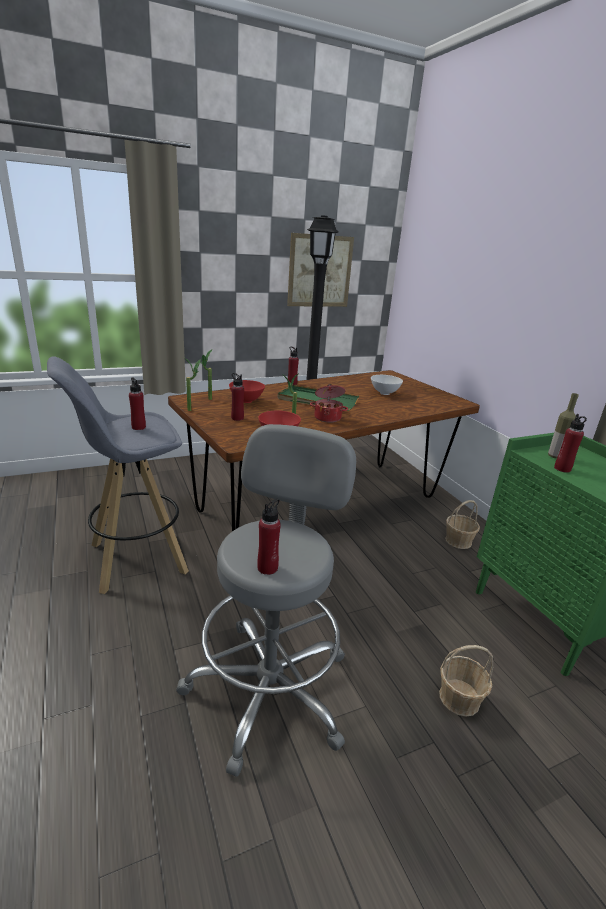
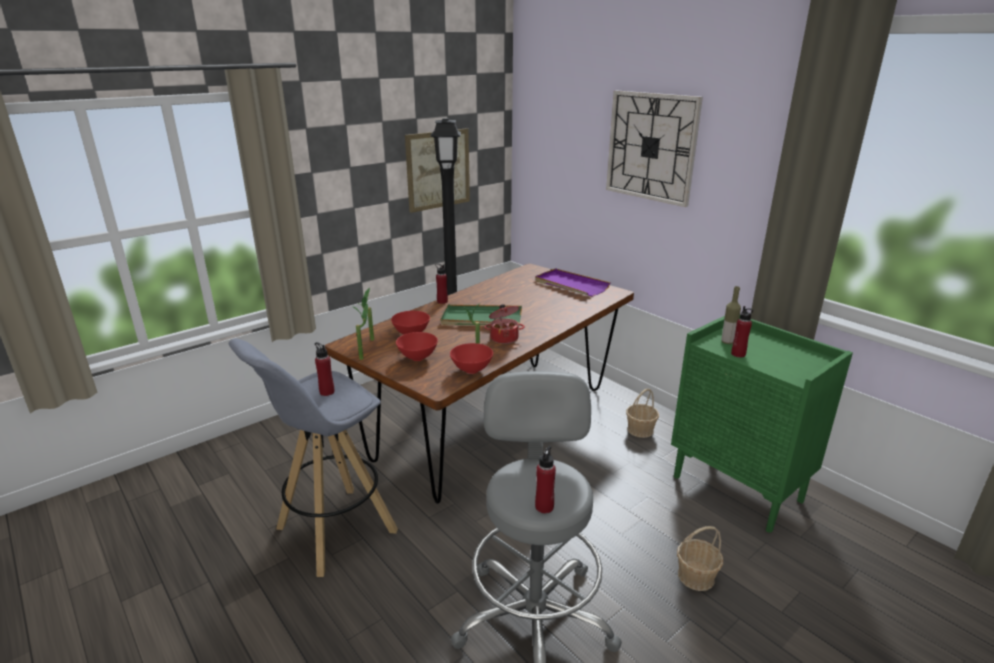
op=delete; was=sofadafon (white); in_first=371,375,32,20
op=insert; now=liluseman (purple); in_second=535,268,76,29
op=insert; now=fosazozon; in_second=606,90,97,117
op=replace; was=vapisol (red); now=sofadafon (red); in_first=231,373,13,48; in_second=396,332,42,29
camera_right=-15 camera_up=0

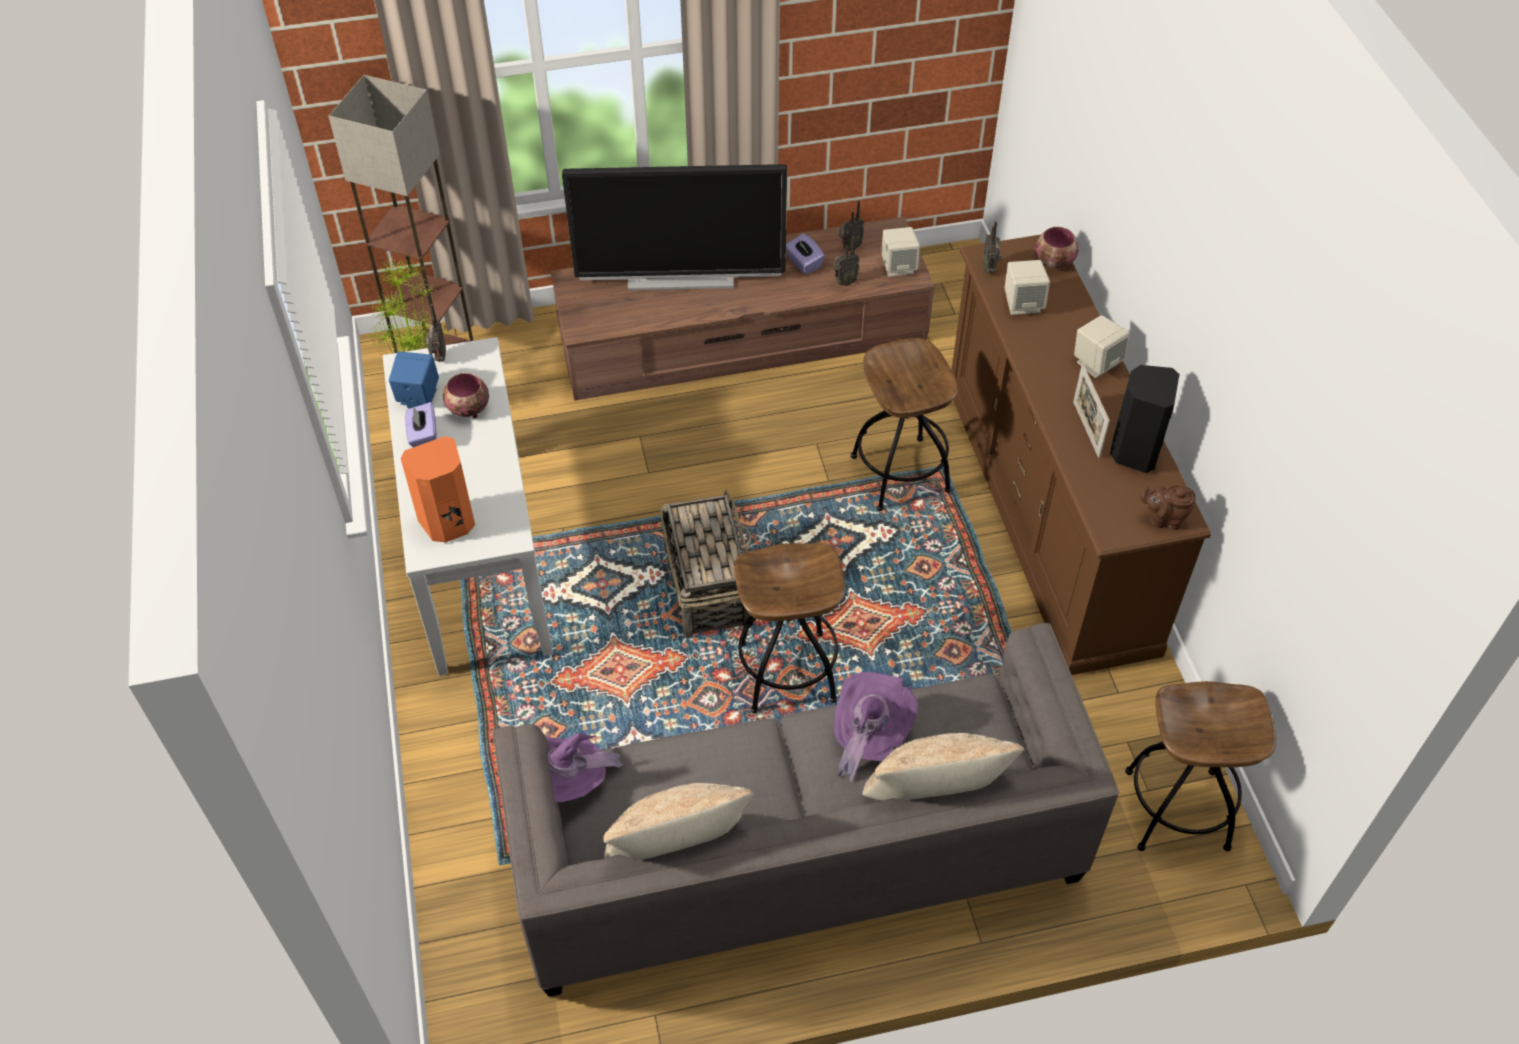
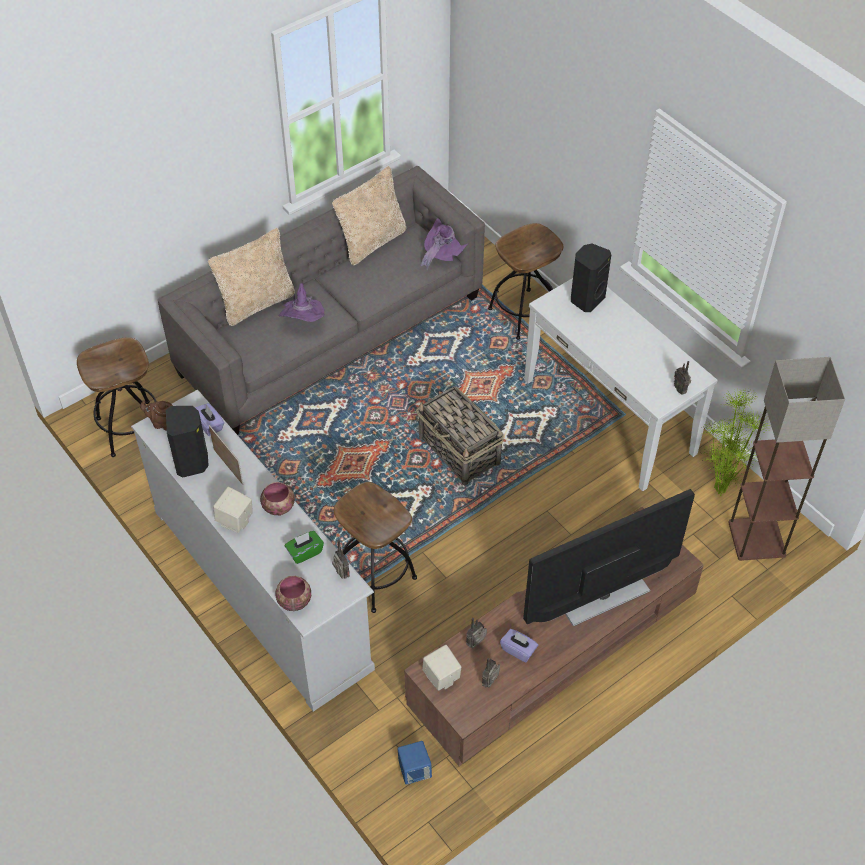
op=move; was=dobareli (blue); in_first=389,351,50,58; in_second=398,741,34,44
op=move; was=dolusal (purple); in_first=405,402,32,46; in_second=195,403,29,33
op=move; was=sofadafon; in_first=443,373,46,45; in_second=260,482,35,34
op=move; was=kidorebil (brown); in_first=734,543,111,170; in_second=488,223,76,117
op=replace; was=dobareli (beige); now=dolusal (green); in_first=1004,260,46,55; in_second=285,531,39,33
op=recolor; was=dobareli (orange); now=dobareli (black); in_first=401,436,74,106; in_second=571,244,40,68
op=recolor; was=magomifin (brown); now=magomifin (white); in_first=952,235,259,440; in_second=131,390,244,322
op=rotate; was=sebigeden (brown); in_first=1140,485,56,45; in_second=140,400,33,31; clockwise=-150
camera_right=155 camera_up=0

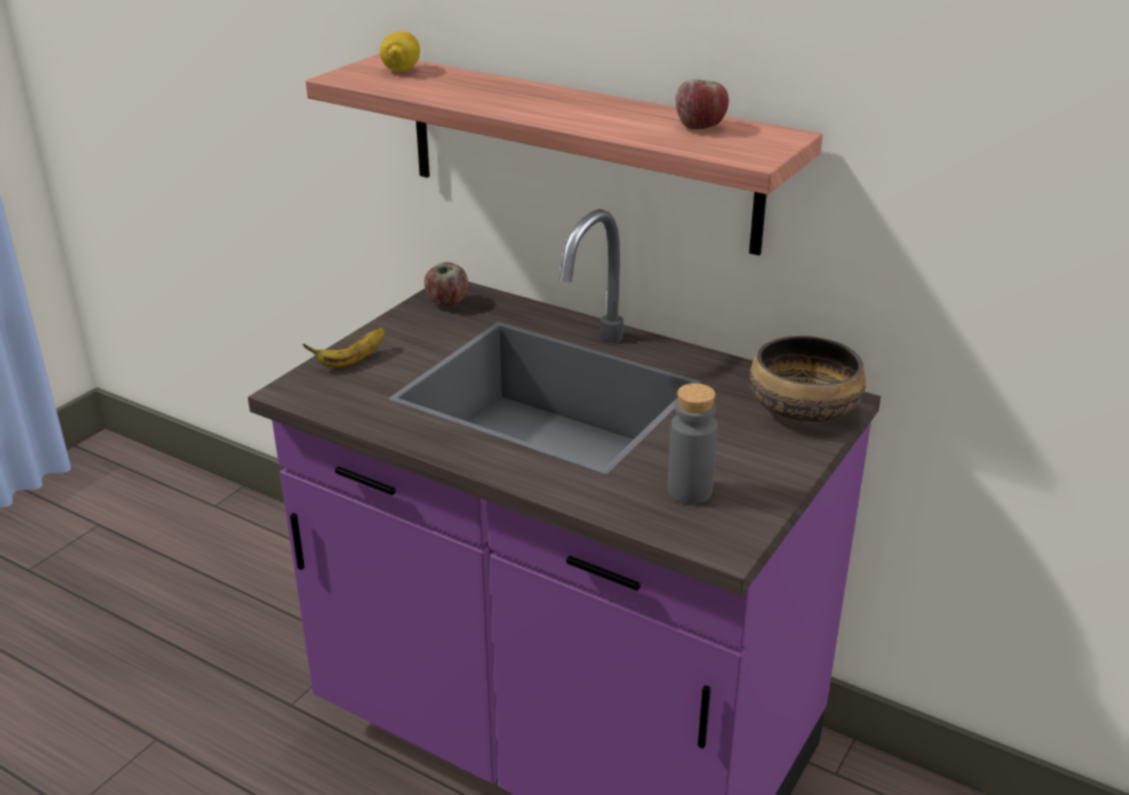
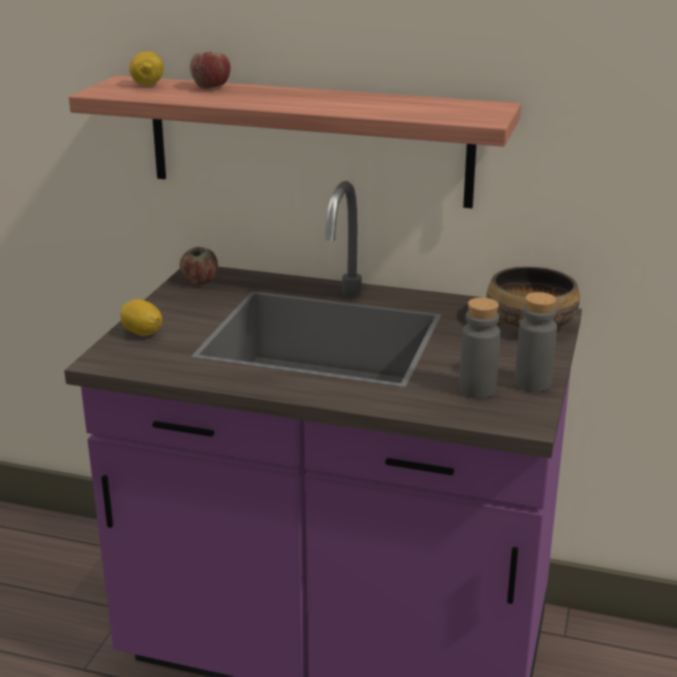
op=insert; now=vapisol (grey); in_second=515,292,42,100
op=move; was=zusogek; in_first=675,79,54,51; in_second=190,52,41,37
op=replace; was=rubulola; now=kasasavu; in_first=302,327,83,41; in_second=120,299,42,37
camera_right=-15 camera_up=-5

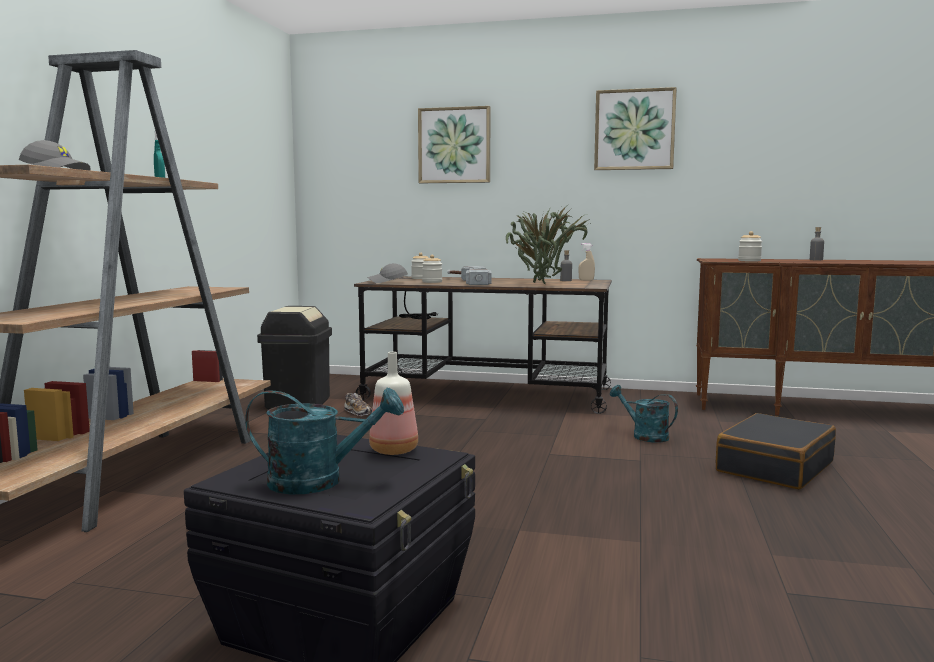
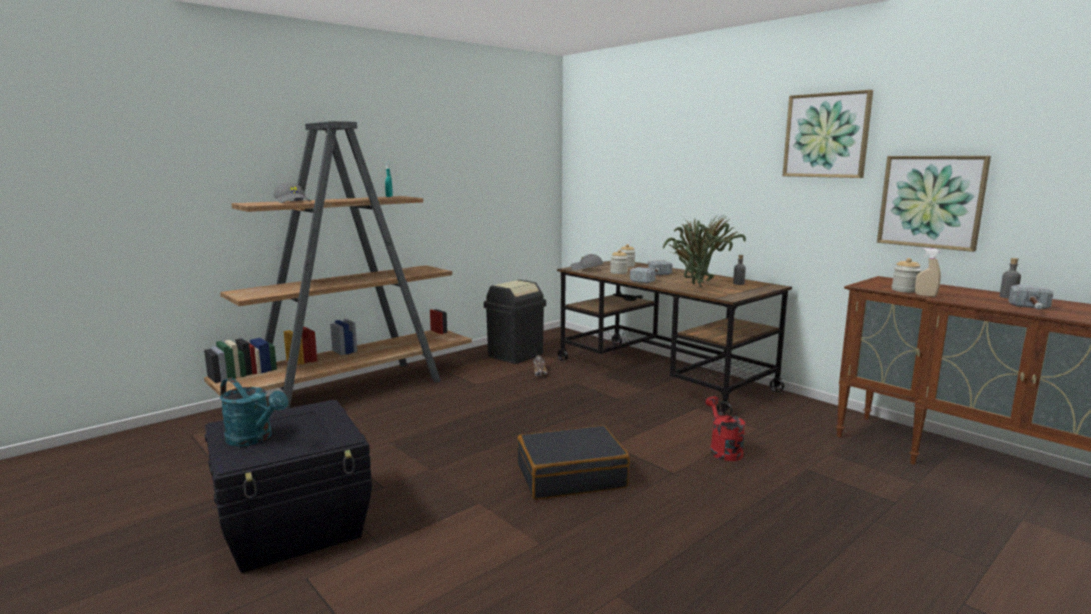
op=delete; was=vapisol; in_first=369,352,49,103
op=insert; now=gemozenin; in_second=1009,285,44,25
op=move; was=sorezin; in_first=418,106,73,77; in_second=877,156,114,96
op=move; was=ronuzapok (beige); in_first=578,243,17,37; in_second=915,248,26,49
op=move; was=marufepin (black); in_first=716,413,120,76; in_second=517,425,113,75
op=recolor; was=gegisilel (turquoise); now=gegisilel (red); in_first=610,385,68,58; in_second=705,396,40,65
camera_right=35 camera_up=5

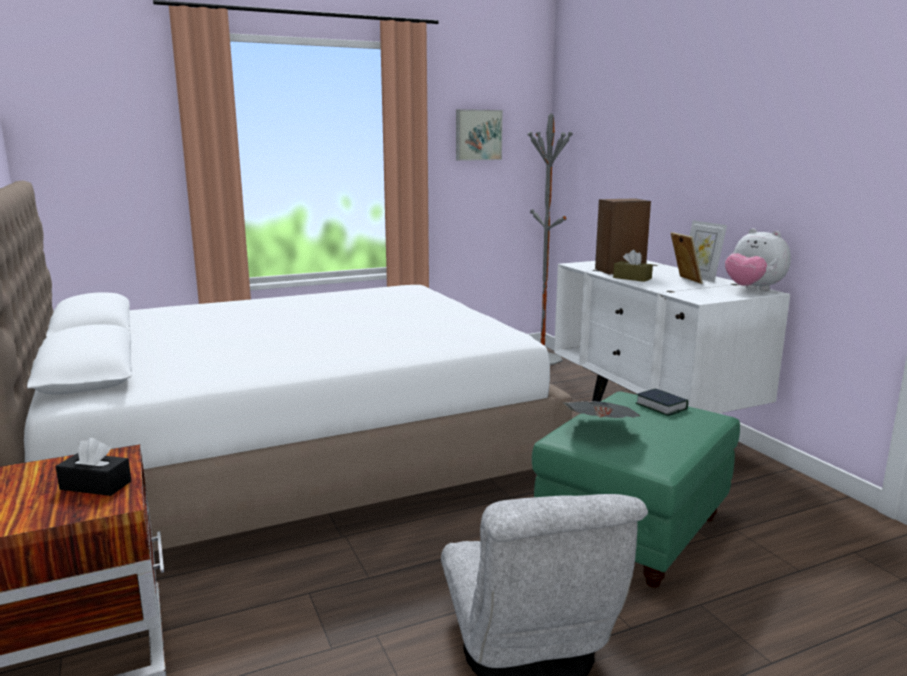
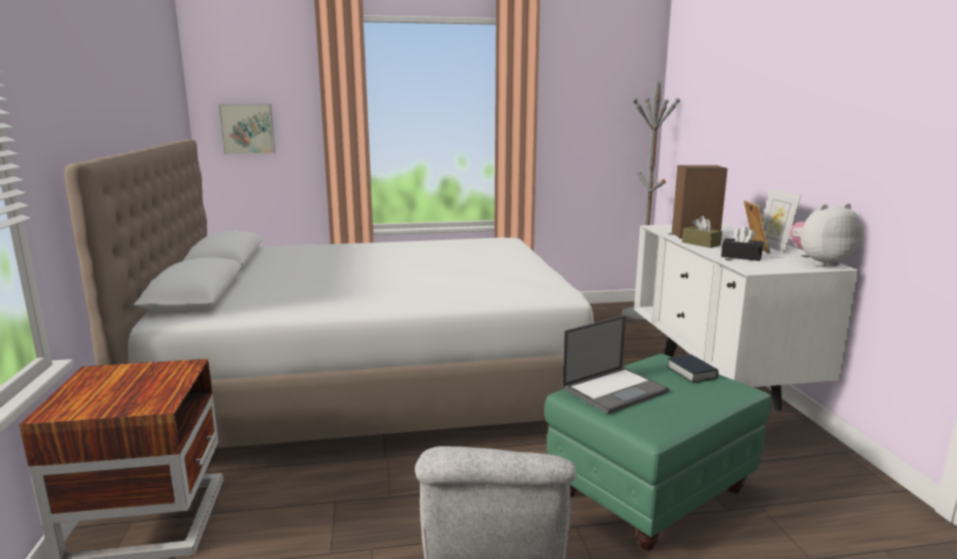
op=move; was=dolusal (black); in_first=56,438,75,58; in_second=721,226,42,35
op=move; was=sorezin; in_first=456,109,47,52; in_second=219,104,56,51
op=replace; was=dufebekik; now=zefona; in_first=564,401,76,17; in_second=562,315,107,99
op=rotate; was=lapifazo; in_first=725,228,66,63; in_second=790,203,73,64; clockwise=105
camera_right=15 camera_up=0

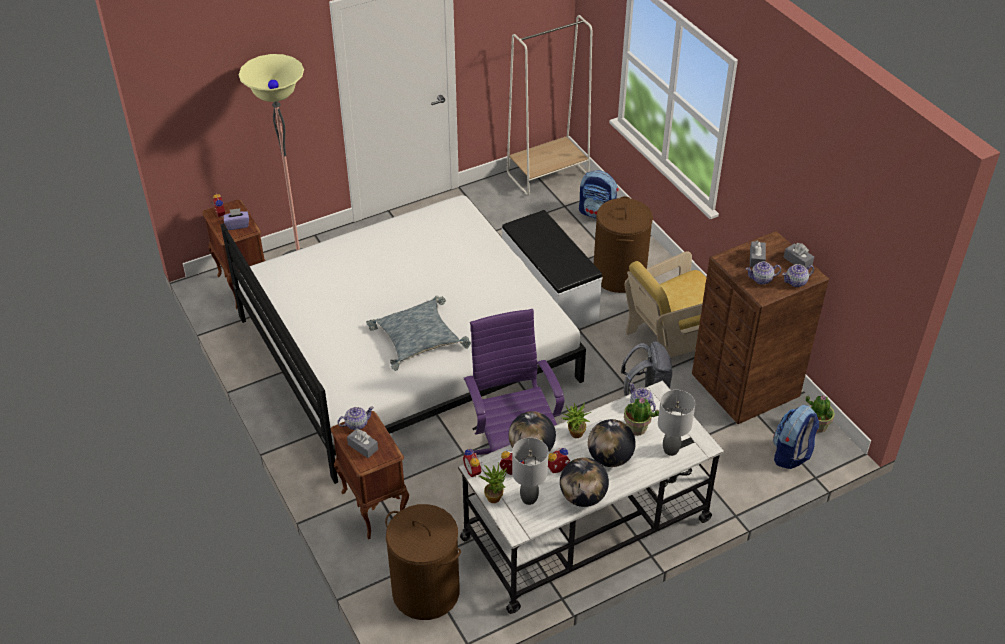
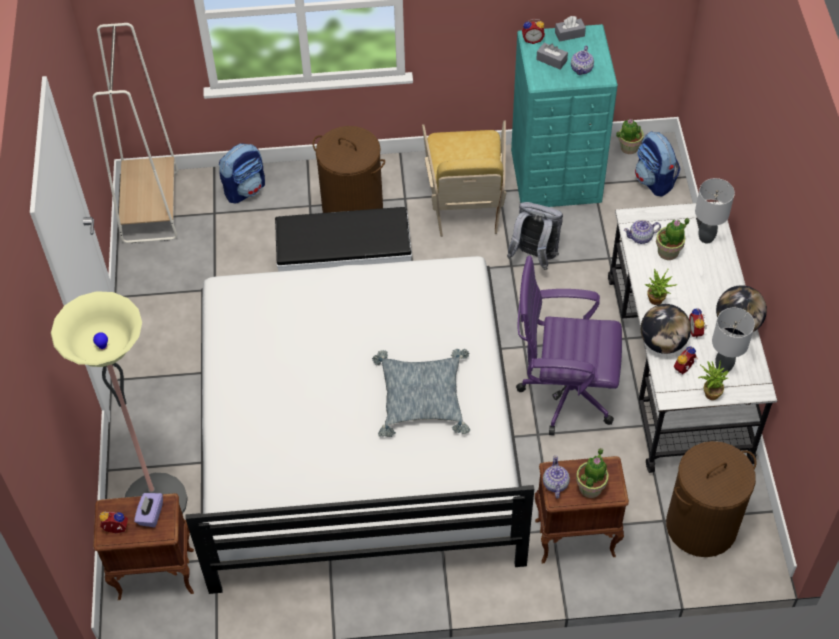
op=delete; was=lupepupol; in_first=588,419,48,48
op=delete; was=sebigeden; in_first=782,264,32,23
op=move; was=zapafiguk; in_first=463,449,20,29; in_second=522,19,23,25
op=replace; was=dolusal (grey); now=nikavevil; in_first=347,428,31,30; in_second=576,448,32,50
op=recolor; was=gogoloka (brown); now=gogoloka (turquoise); in_first=692,231,137,193; in_second=511,24,107,183
camera_right=-65 camera_up=10

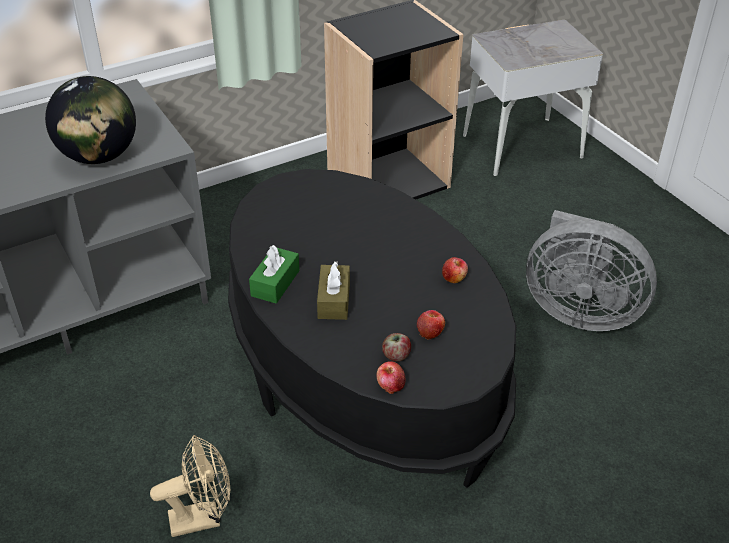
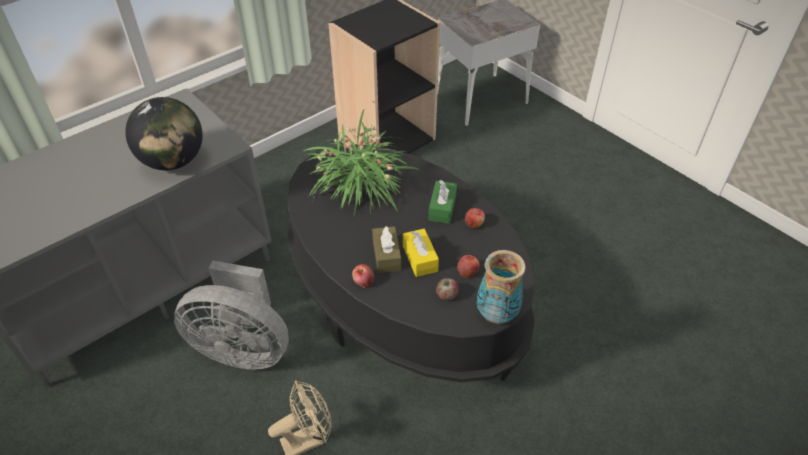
op=insert; now=nikavevil; in_second=304,108,117,108
op=insert; now=dolusal (yellow); in_second=403,229,36,48
op=insert; now=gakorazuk; in_second=477,250,49,74
op=move; was=dolusal (green); in_first=249,245,50,59; in_second=429,180,28,44
op=move; was=zusogek; in_first=377,361,28,33; in_second=352,264,22,24
op=move; was=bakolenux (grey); in_first=526,210,131,121; in_second=174,261,115,108
camera_right=-10 camera_up=5

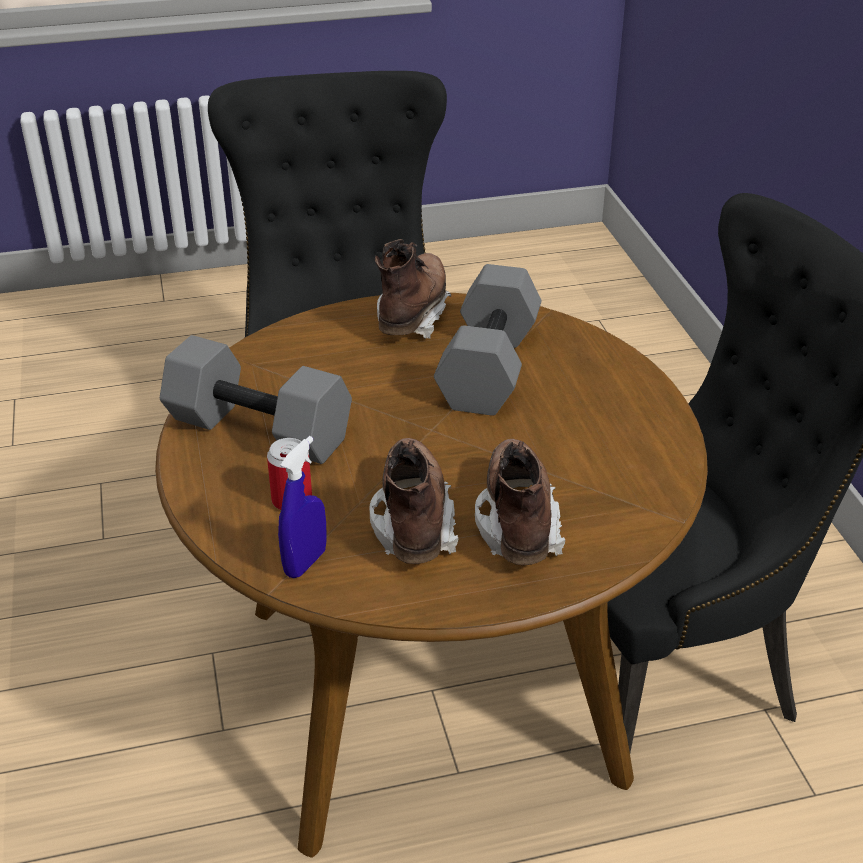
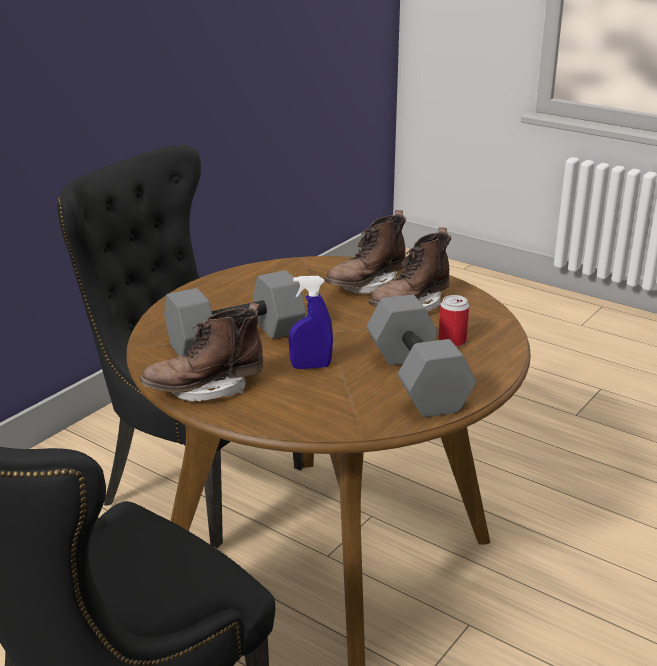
op=move; was=ronuzapok (blue); in_first=278,436,49,142; in_second=289,276,44,93
camera_right=-130 camera_up=-10

